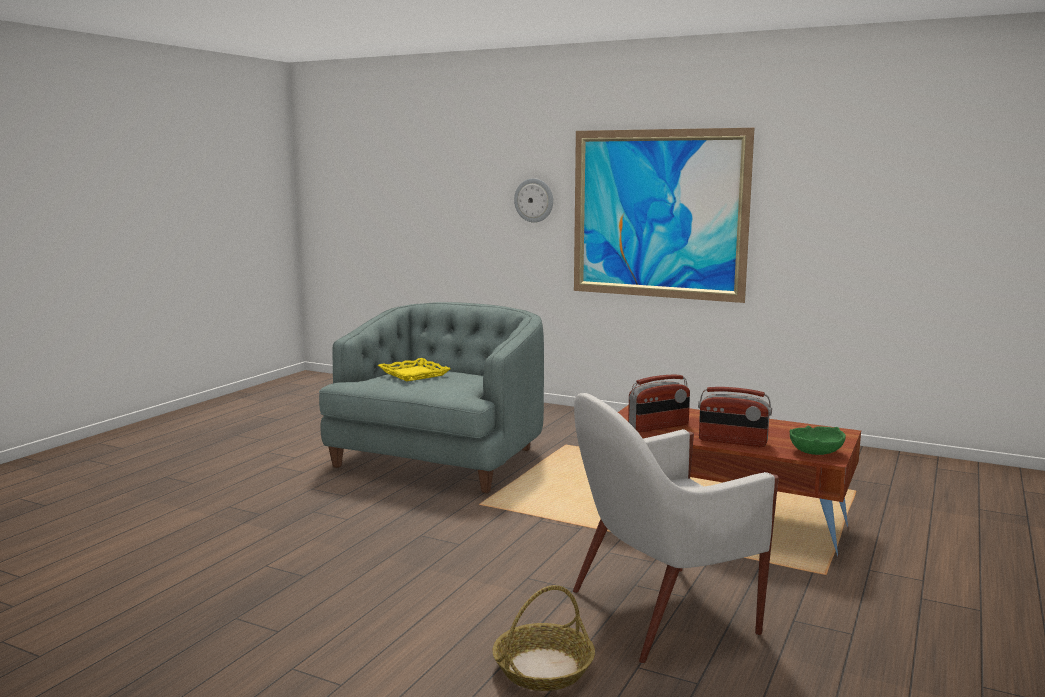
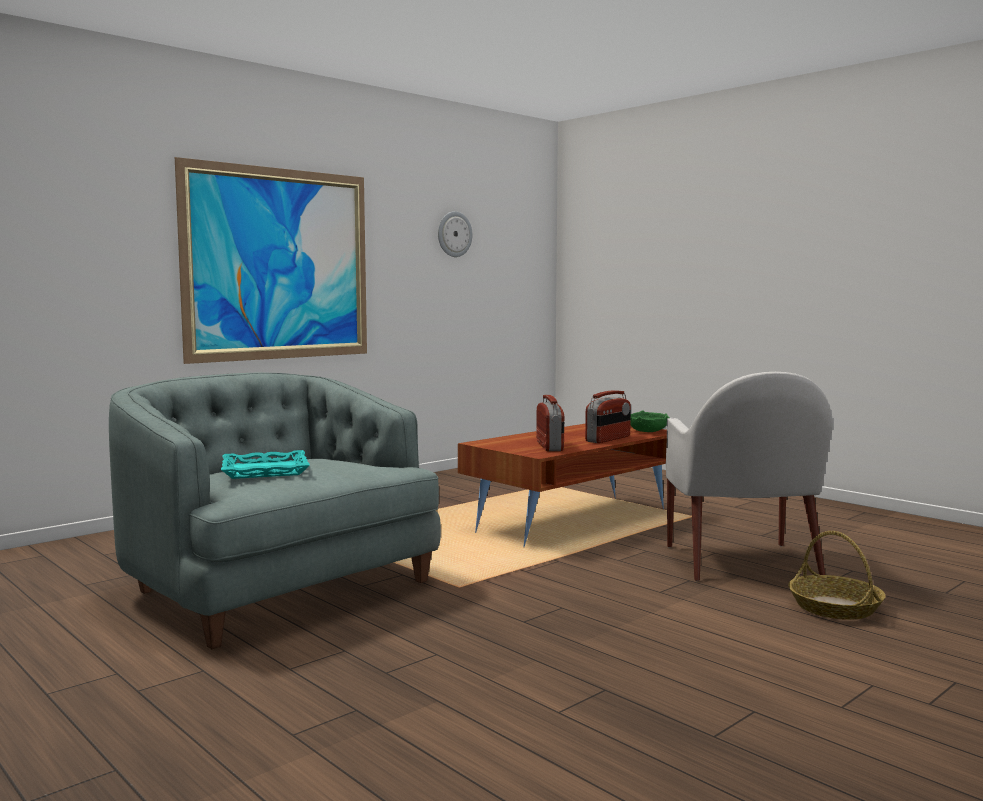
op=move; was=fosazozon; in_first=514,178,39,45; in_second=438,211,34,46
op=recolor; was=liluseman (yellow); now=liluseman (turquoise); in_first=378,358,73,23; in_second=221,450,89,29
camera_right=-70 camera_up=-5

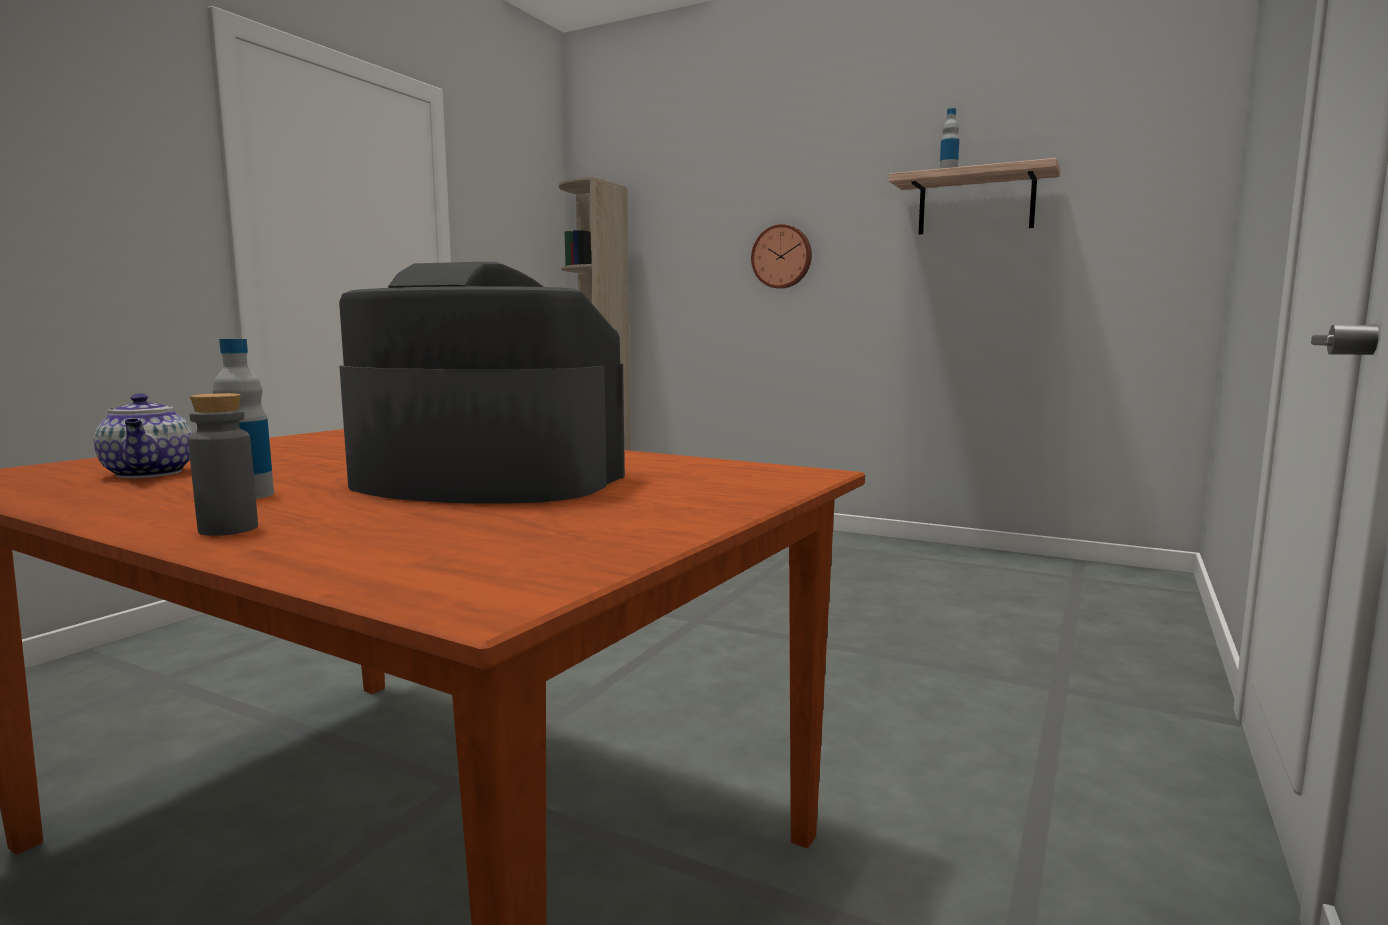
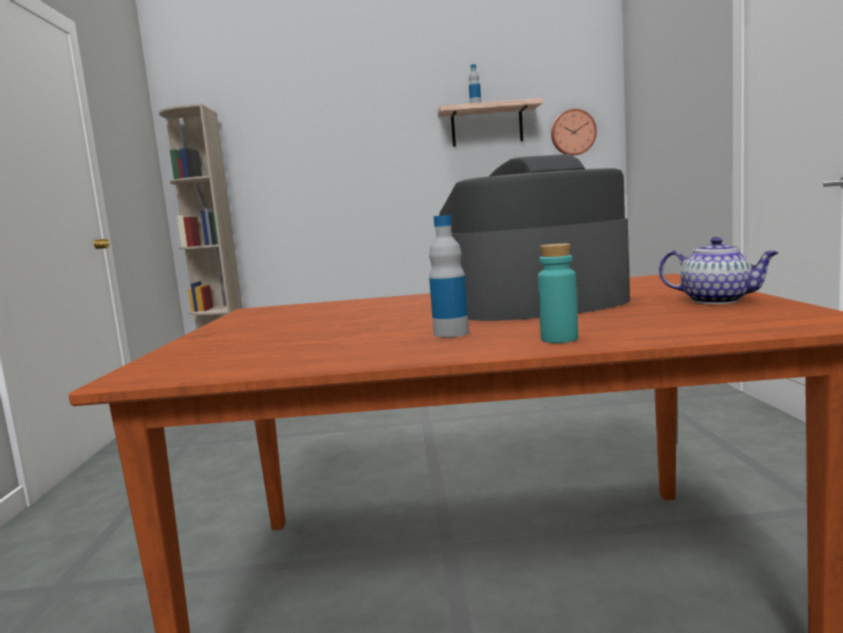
op=move; was=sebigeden; in_first=94,393,99,85; in_second=659,237,120,67
op=move; was=fosazozon; in_first=751,224,61,65; in_second=551,109,46,47
op=recolor; was=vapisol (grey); now=vapisol (turquoise); in_first=188,393,70,143; in_second=538,243,40,100
camera_right=-30 camera_up=0

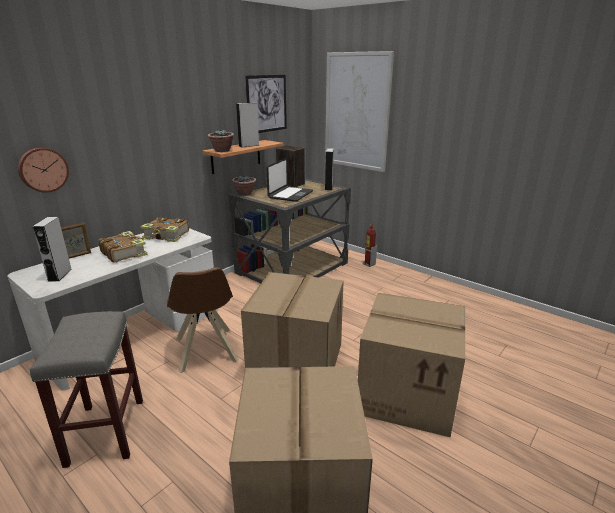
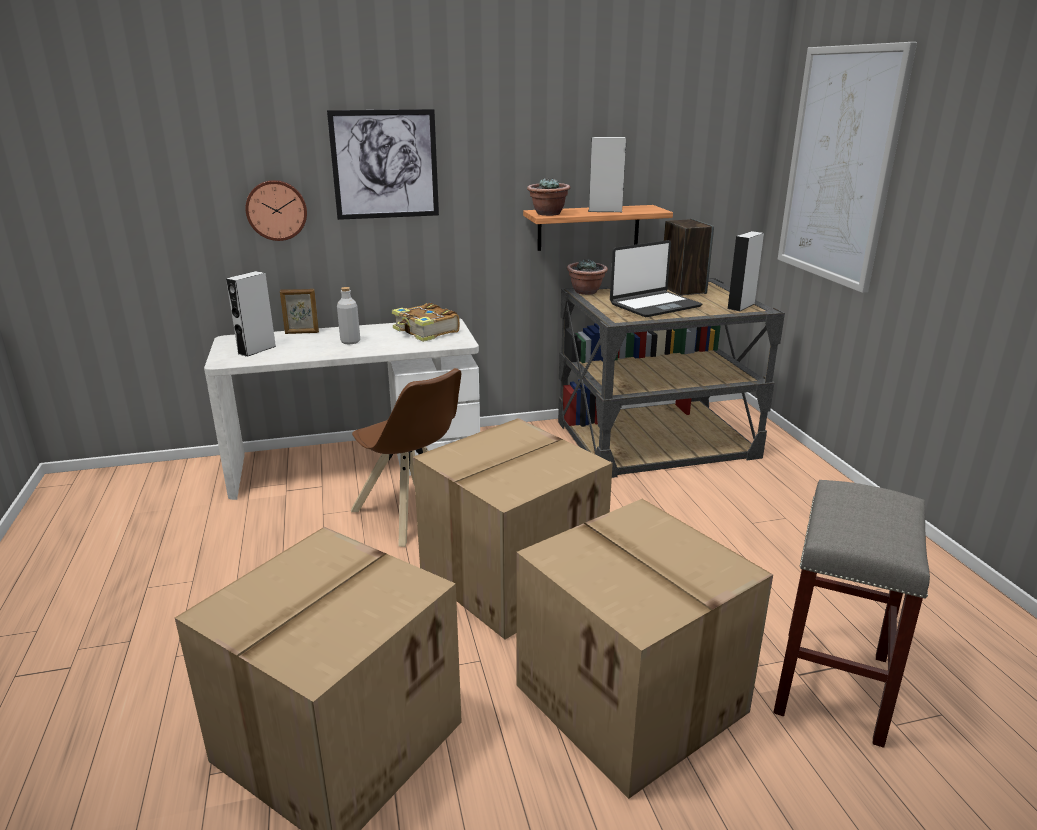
op=delete; was=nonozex; in_first=363,223,14,44
op=move; was=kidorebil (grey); in_first=30,311,113,157; in_second=773,480,157,268
op=move; was=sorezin; in_first=245,75,42,58; in_second=327,109,112,111
op=replace; was=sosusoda; now=vapisol (grey); in_first=99,231,48,32; in_second=337,287,23,57
op=rotate; was=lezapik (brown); in_first=167,267,72,106; in_second=351,368,110,179; clockwise=-60
camera_right=35 camera_up=0

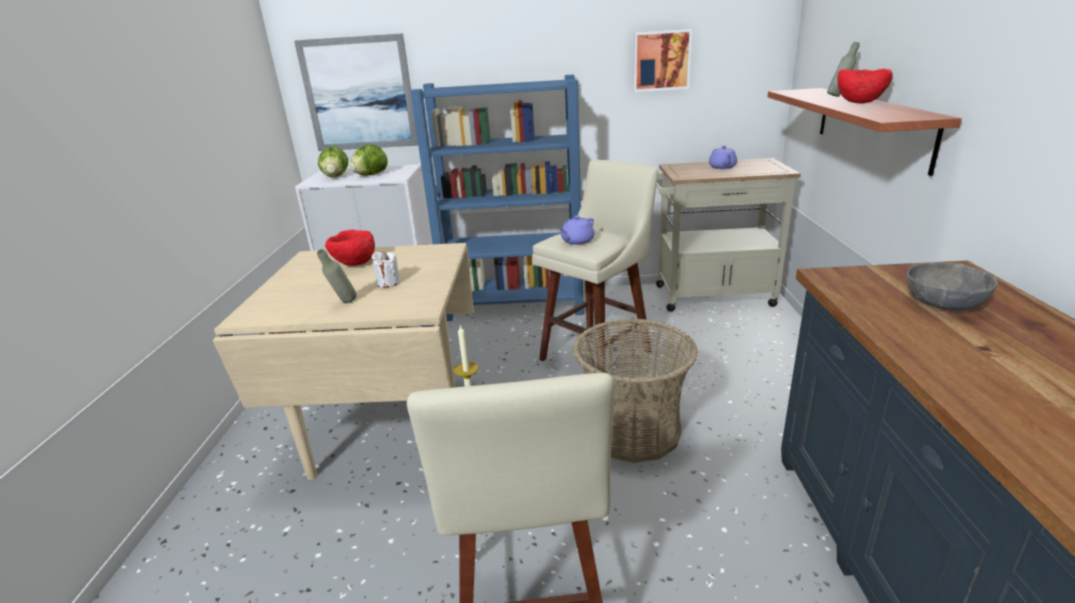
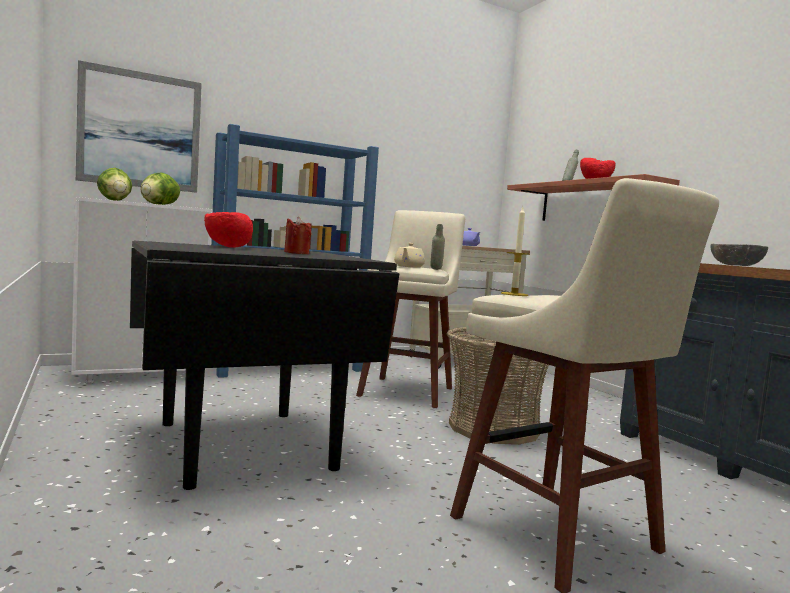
op=delete; was=sorezin; in_first=633,29,59,63
op=move; was=vapisol (grey); in_first=317,249,40,54; in_second=430,224,15,46
op=recolor; was=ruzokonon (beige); now=ruzokonon (black); in_first=213,243,261,237; in_second=130,241,270,249
op=recolor; was=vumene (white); now=vumene (red); in_first=372,251,28,37; in_second=284,217,27,37
op=recolor; was=sebigeden (purple); now=sebigeden (beige); in_first=559,216,35,29; in_second=394,243,31,25
camera_right=-30 camera_up=-20

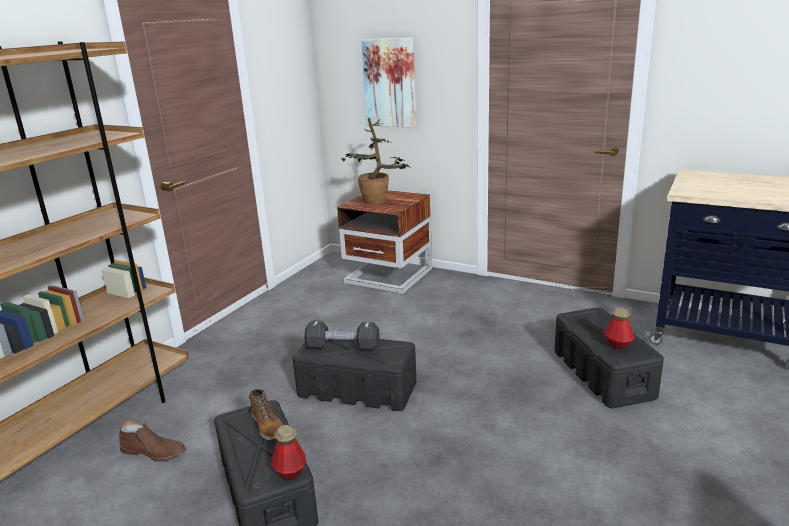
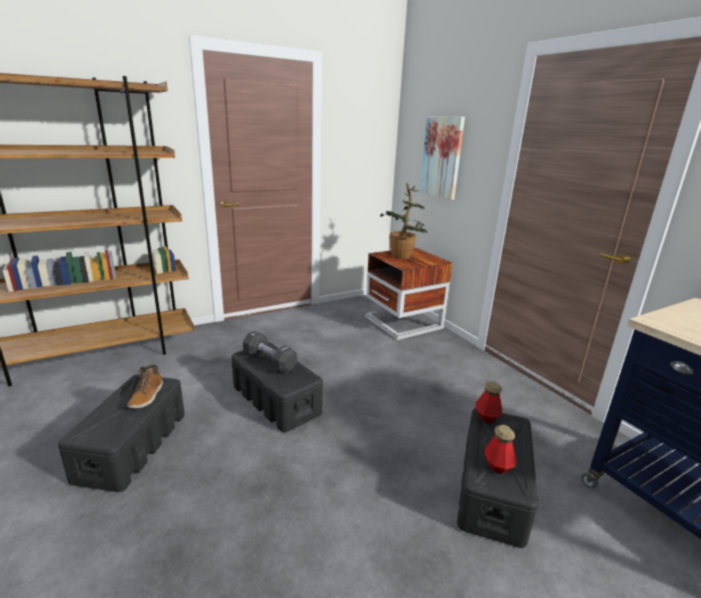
op=delete; was=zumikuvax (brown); in_first=119,421,67,41
op=move; was=vapisol; in_first=271,425,35,56; in_second=475,381,27,42
camera_right=30 camera_up=0

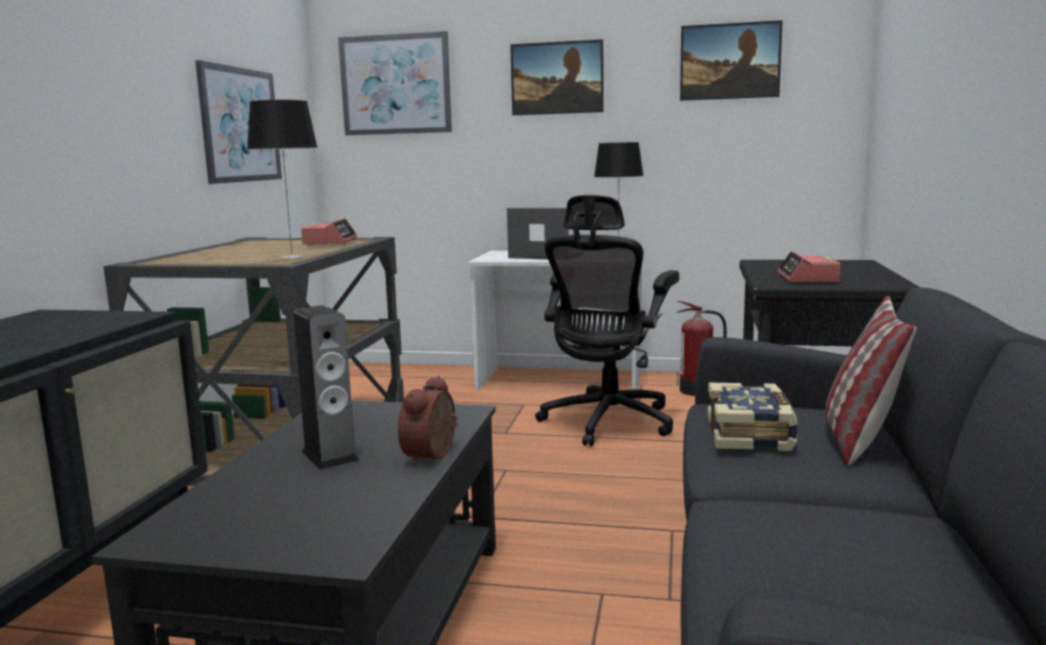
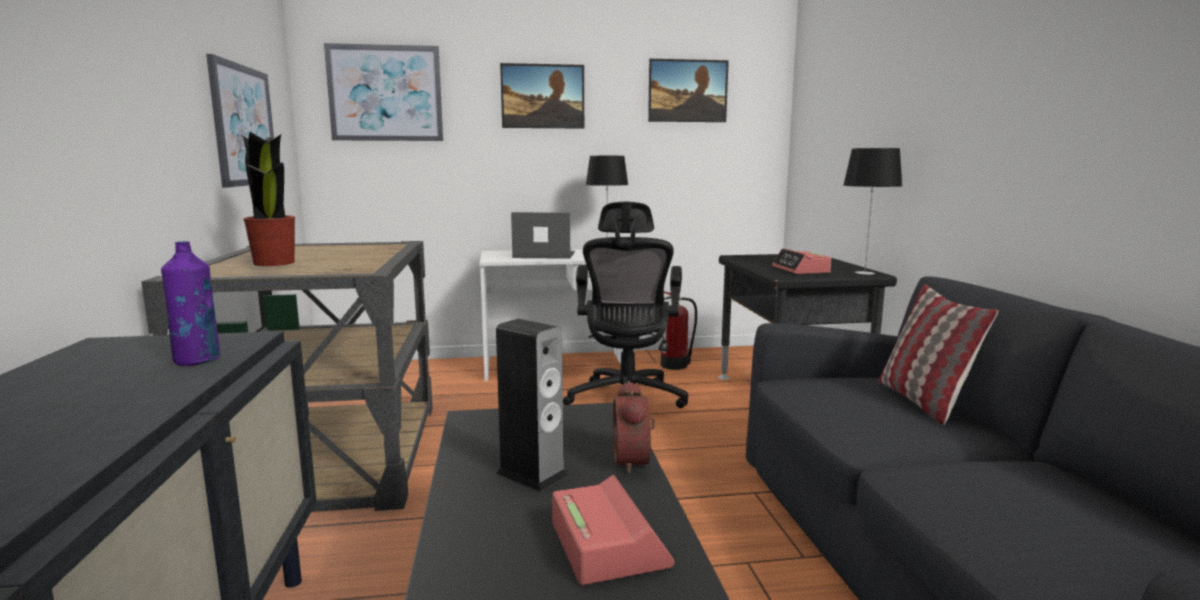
op=delete; was=sosusoda; in_first=708,382,90,69
op=insert; now=vapisol (purple); in_second=161,241,59,125
op=insert; now=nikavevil; in_second=241,132,54,134
op=move; was=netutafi; in_first=247,100,71,159; in_second=843,148,59,127
op=move; was=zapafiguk; in_first=301,219,56,26; in_second=552,475,123,110
camera_right=-20 camera_up=0

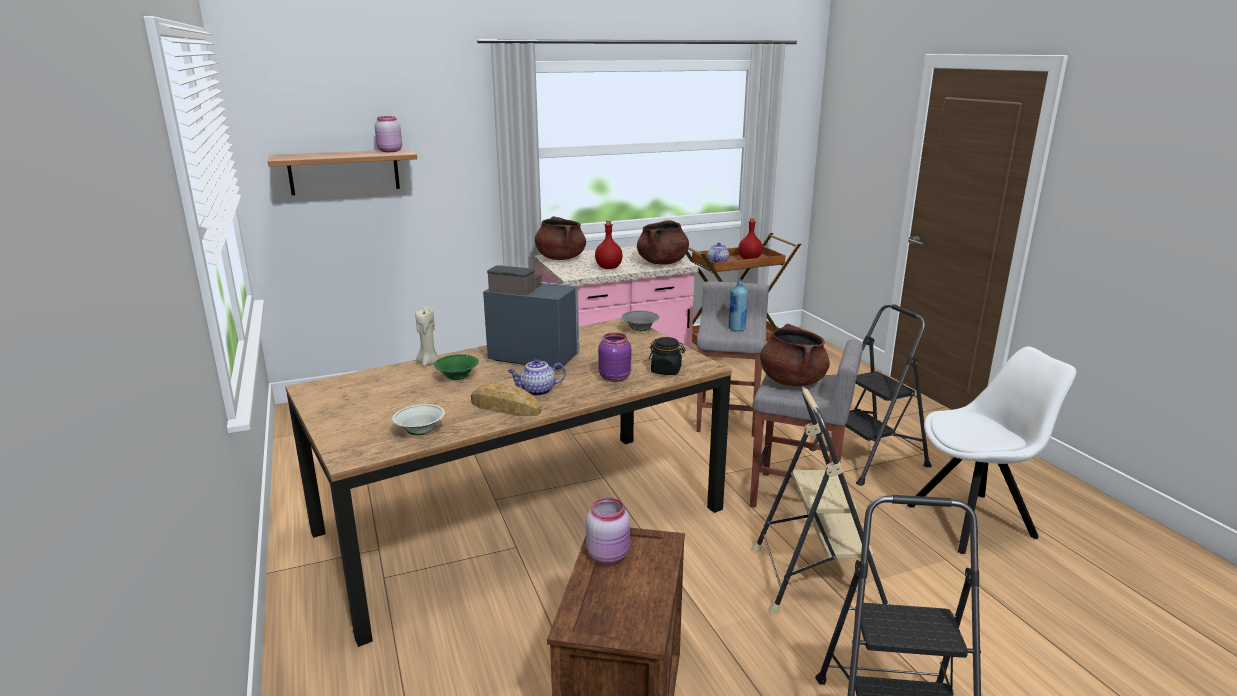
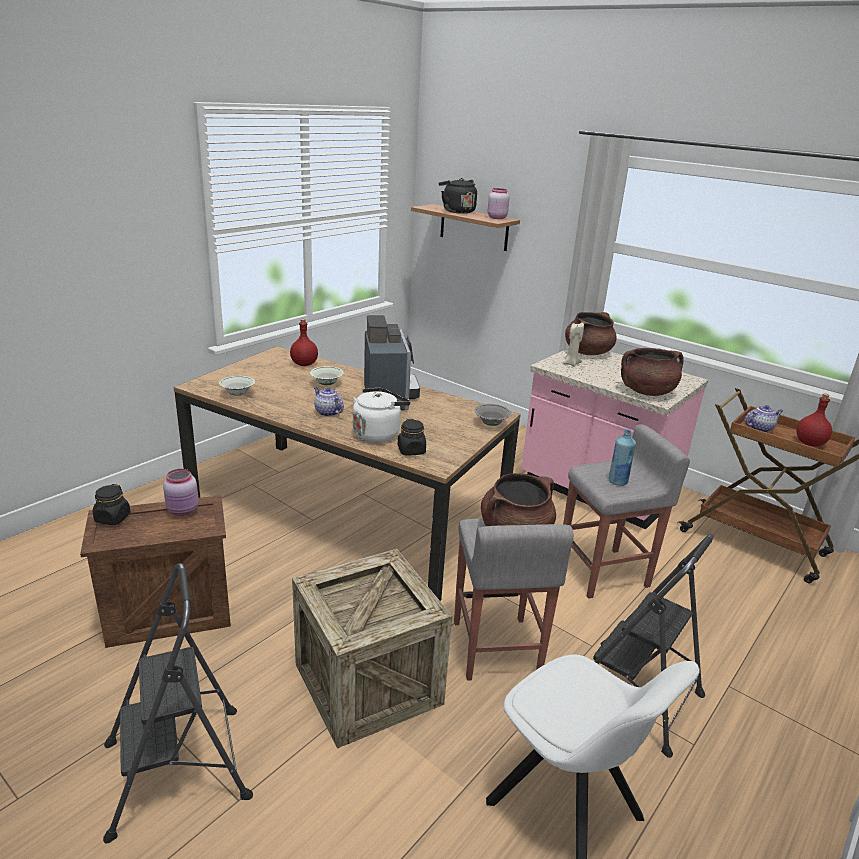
op=delete; was=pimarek; in_first=471,382,70,34
op=insert; now=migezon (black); in_second=93,484,38,41
op=insert; now=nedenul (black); in_second=439,178,38,36
op=move; was=vumene (beige); in_first=415,306,23,60; in_second=563,323,21,43
op=move; was=vapisol (red); in_first=595,220,28,49; in_second=290,319,28,47
op=replace; was=migezon (purple); now=nedenul (white); in_first=598,333,33,49; in_second=353,388,57,54
op=replace; was=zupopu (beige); now=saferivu; in_first=751,386,139,228; in_second=292,549,160,200
op=recolor; was=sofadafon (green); now=sofadafon (white); in_first=434,354,45,26; in_second=310,366,34,19
camera_right=60 camera_up=5

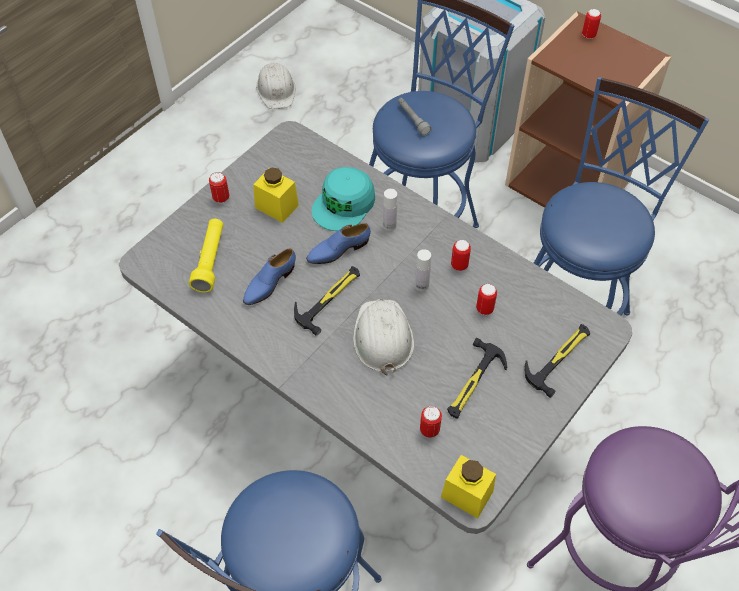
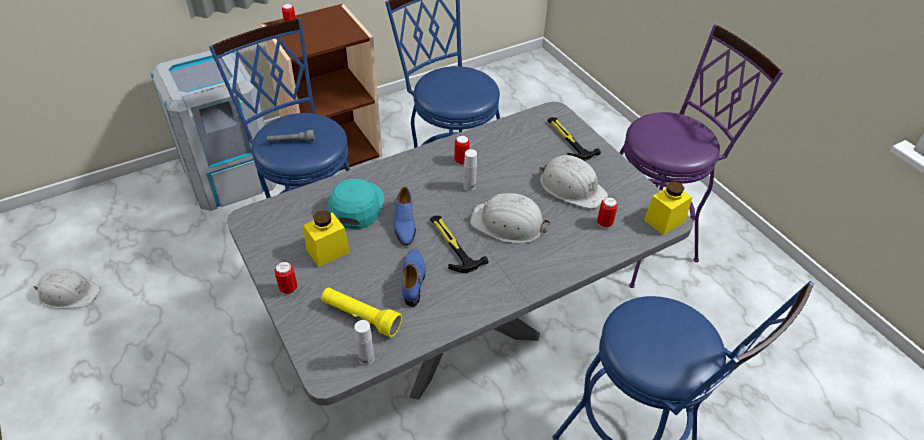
op=delete; was=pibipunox; in_first=476,284,21,31
op=move; was=vapisol (white); in_first=383,189,14,42; in_second=354,320,20,46
op=replace; was=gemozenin; now=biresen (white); in_first=447,338,60,81; in_second=539,155,69,54
op=rotate; was=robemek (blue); in_first=243,248,53,57; in_second=402,250,24,57; clockwise=-150
op=rotate; was=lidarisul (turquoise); in_first=312,167,63,64; in_second=328,179,56,50; clockwise=-135
camera_right=-70 camera_up=-10

